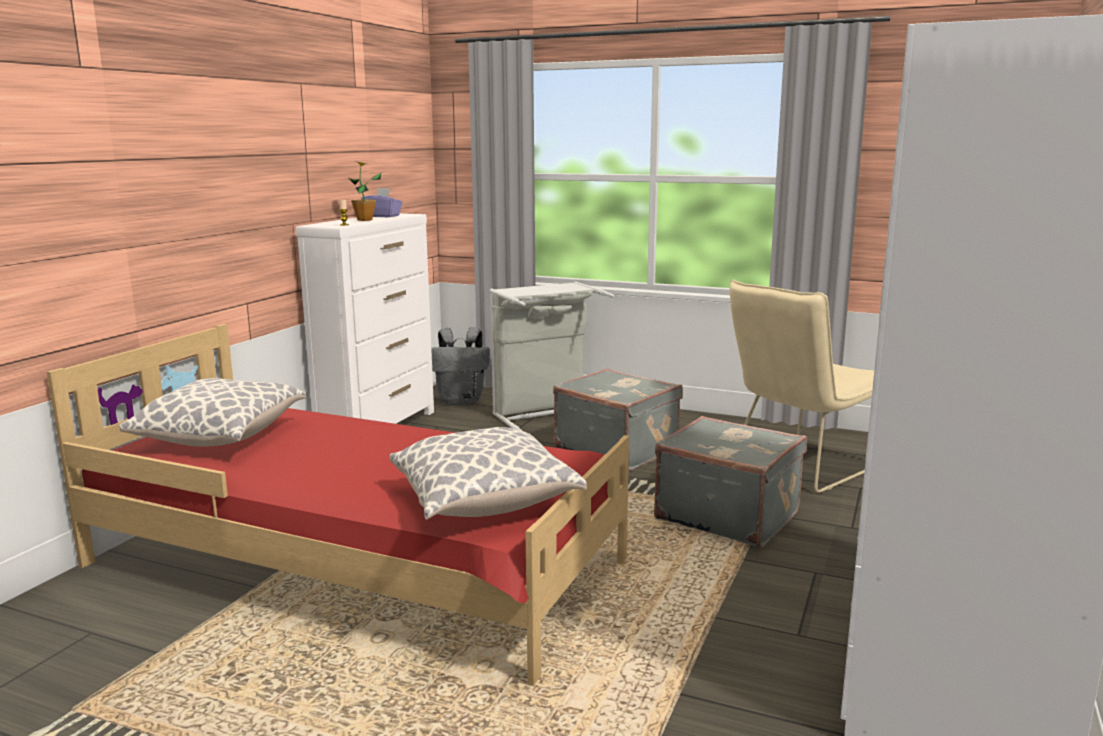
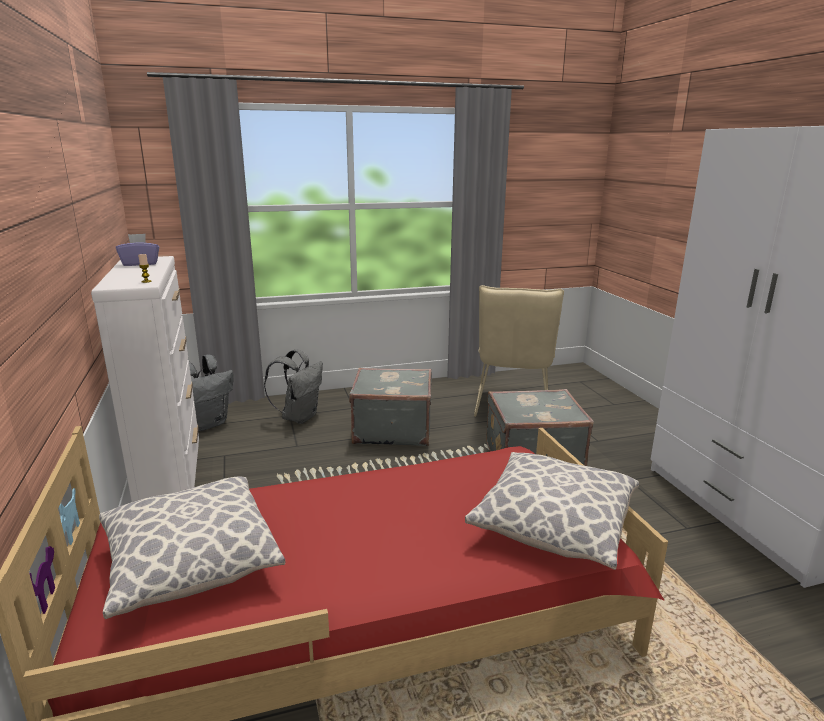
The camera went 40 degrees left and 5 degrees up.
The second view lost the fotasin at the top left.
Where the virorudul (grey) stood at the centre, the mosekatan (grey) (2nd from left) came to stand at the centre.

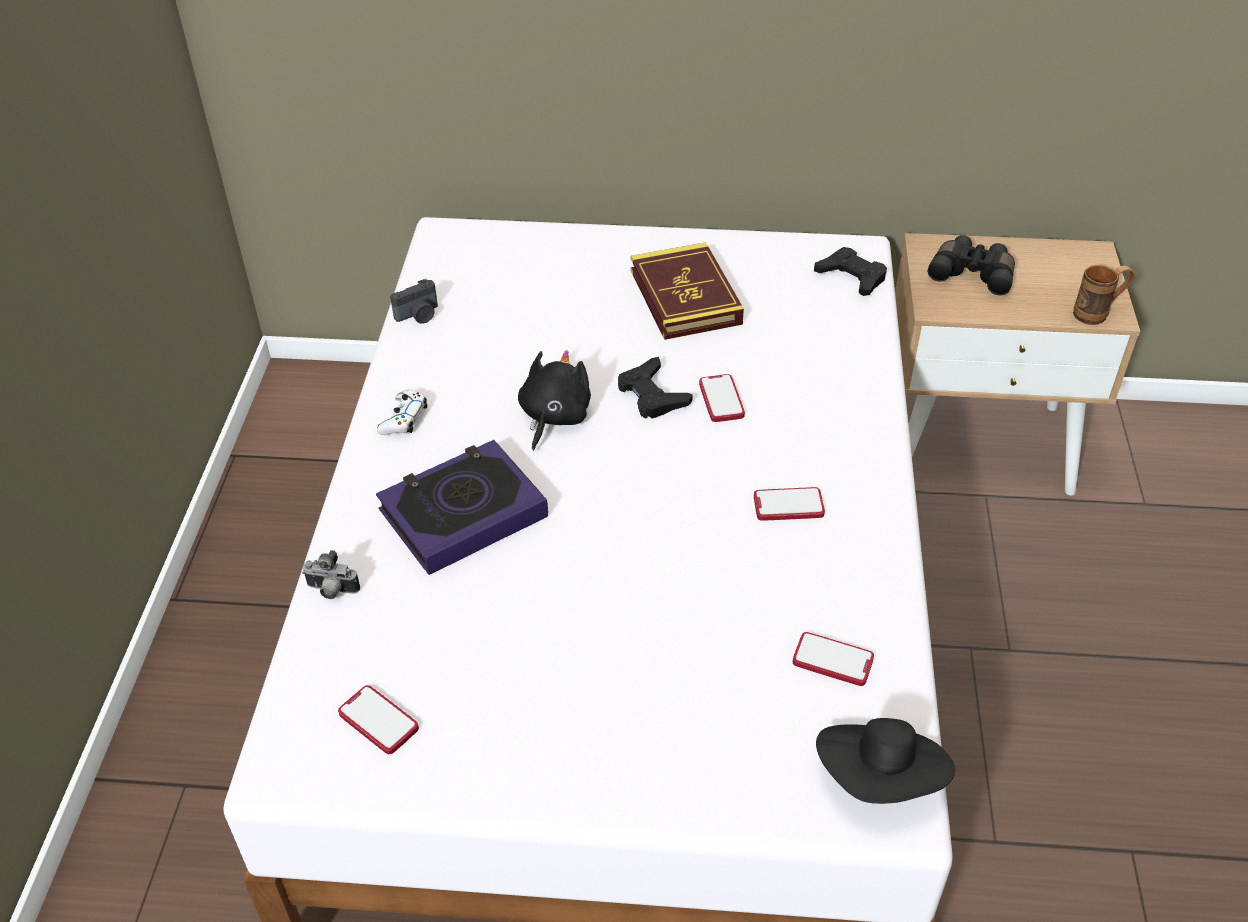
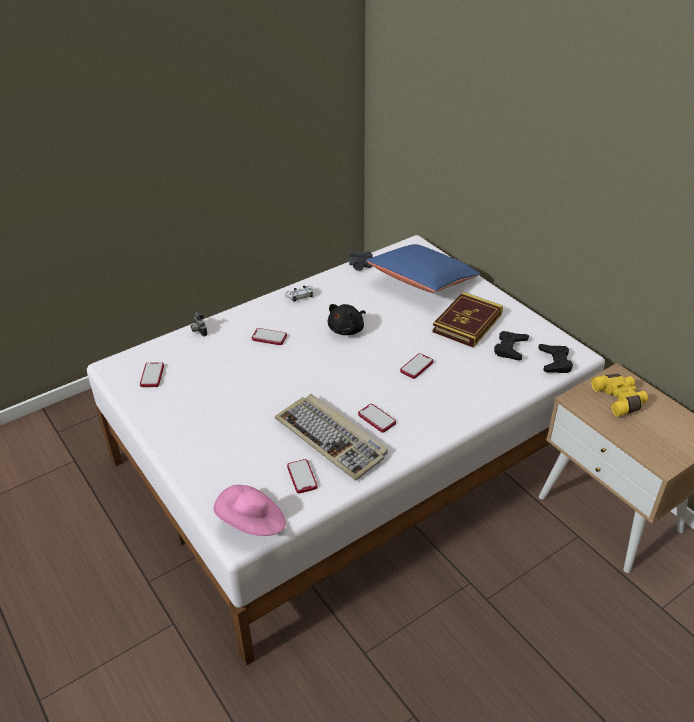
The camera went 50 degrees right and 5 degrees down.
What was the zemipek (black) at the top right turned into the zemipek (yellow) at the middle right.
The second view lost the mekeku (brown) at the top right.
The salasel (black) at the centre ended up facing another way, 150 degrees clockwise from before.
The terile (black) (1st from left) ended up elsewhere, having gone from the centre to the middle right.
Where the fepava (1st from left) stood at the centre, the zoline (2nd from left) came to stand at the centre.
What was the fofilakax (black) at the bottom right turned into the fofilakax (pink) at the bottom centre.
The second view gained the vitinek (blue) at the centre.
The second view gained the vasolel at the centre.

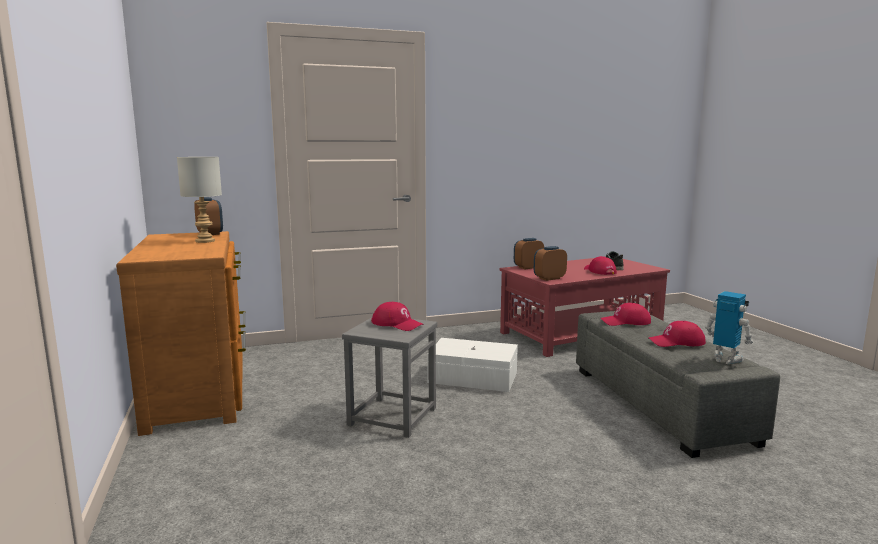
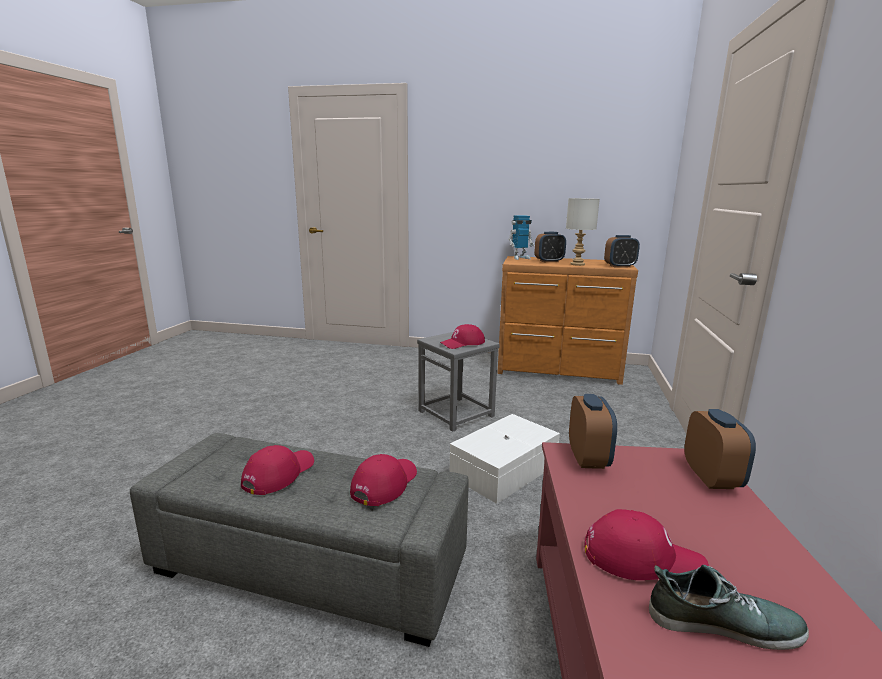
The camera went 120 degrees right and 5 degrees up.
The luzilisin ended up elsewhere, having gone from the middle right to the centre.
The second view gained the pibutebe (1st from left) at the centre.

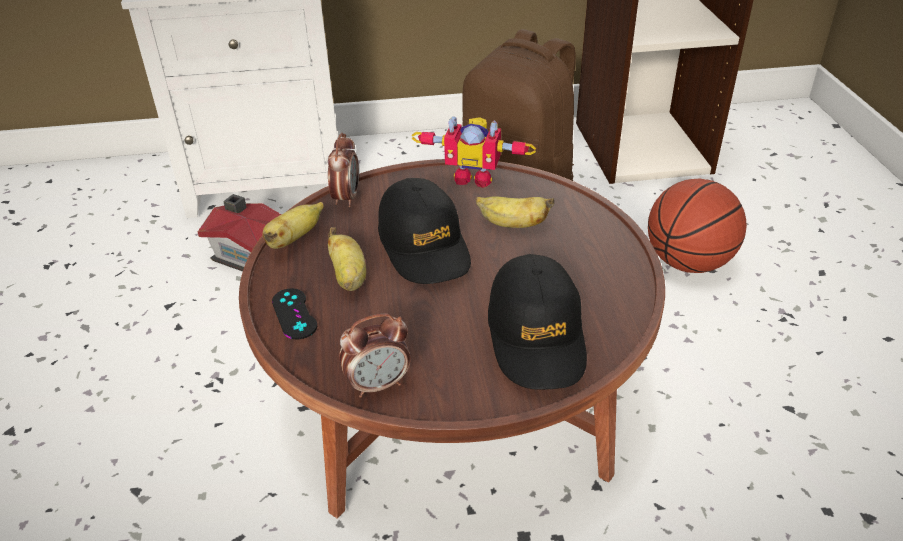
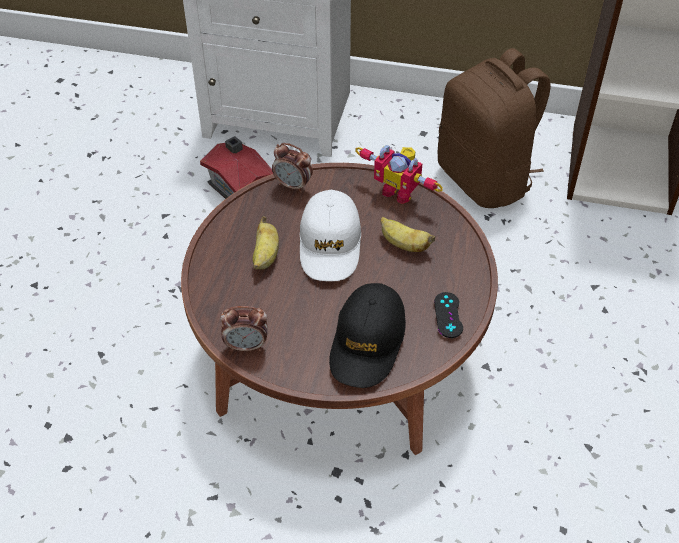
The camera went 20 degrees right and 10 degrees up.
The pibutebe (1st from left in the first image) at the top centre ended up facing another way, 90 degrees clockwise from before.
What was the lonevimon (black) (1st from left) at the centre turned into the lonevimon (white) at the centre.
The second view lost the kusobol at the middle right.
The second view lost the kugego (1st from left) at the middle left.
The terile (black) ended up elsewhere, having gone from the middle left to the centre.

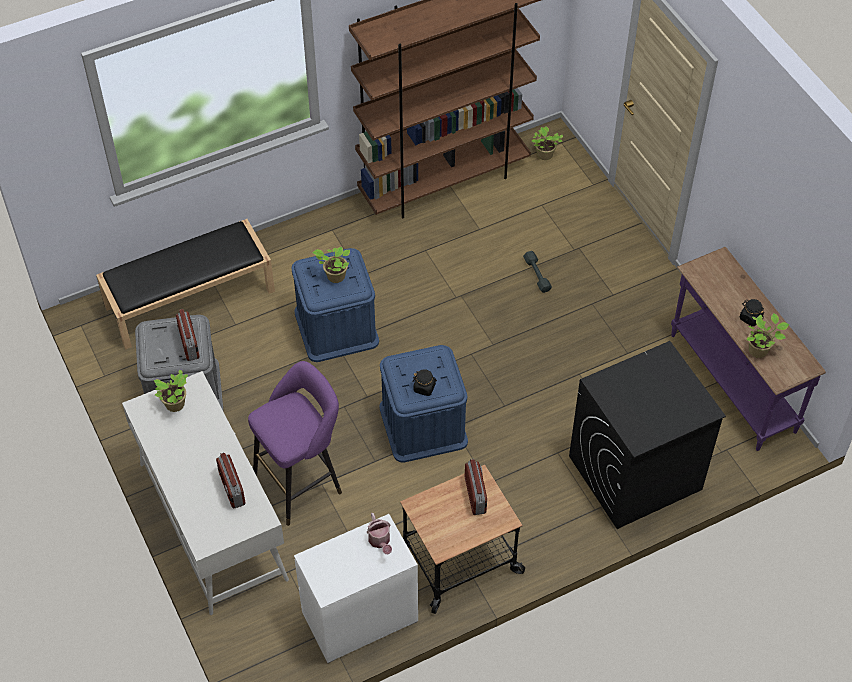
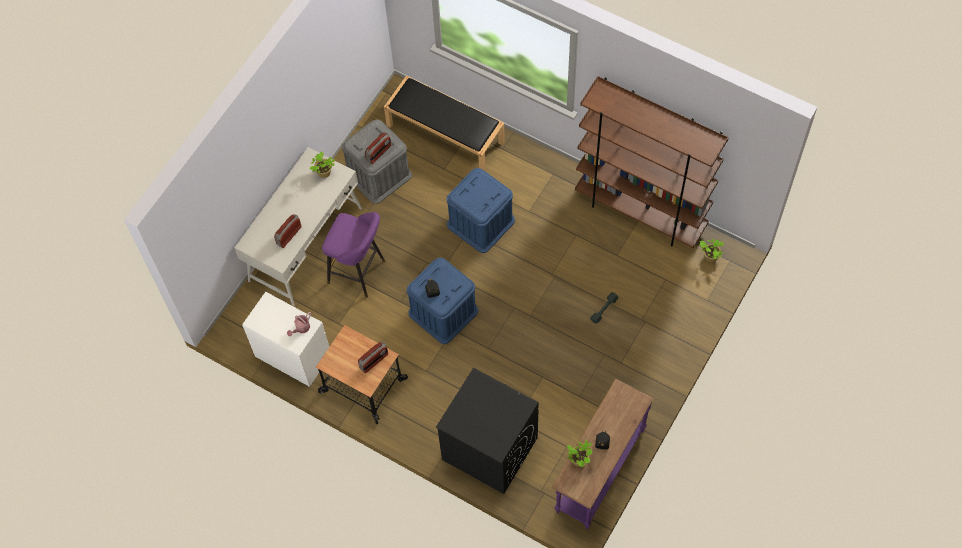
The camera went 60 degrees right and 10 degrees up.
The second view lost the fotasin (2nd from left) at the centre.

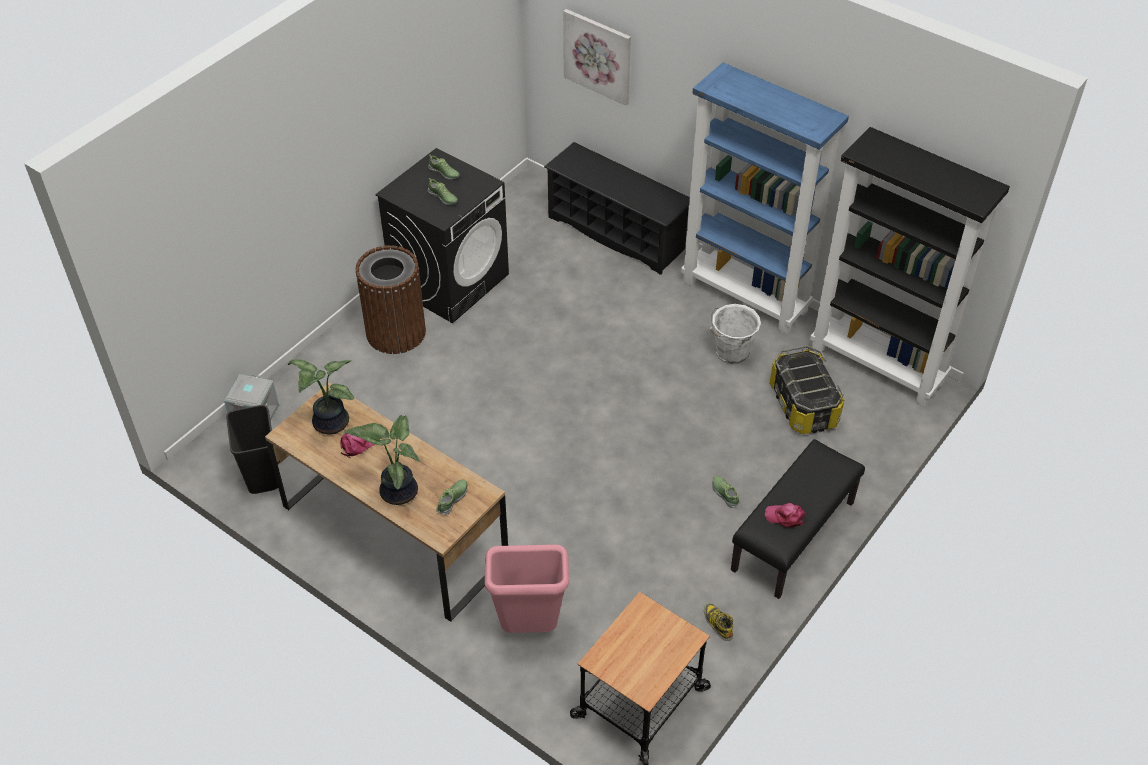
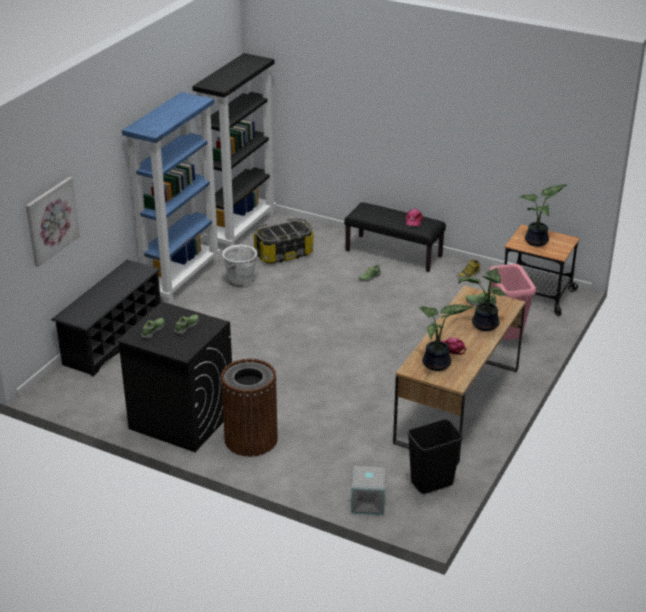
The camera went 100 degrees left and 15 degrees down.
The second view gained the fotasin (3rd from left) at the middle right.

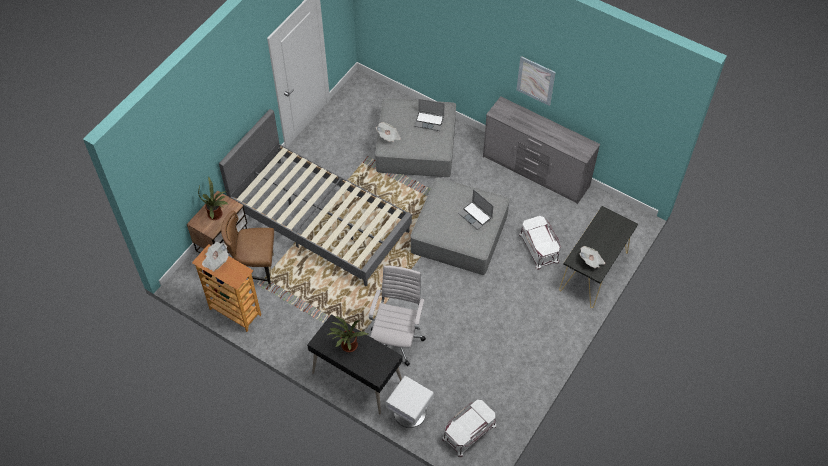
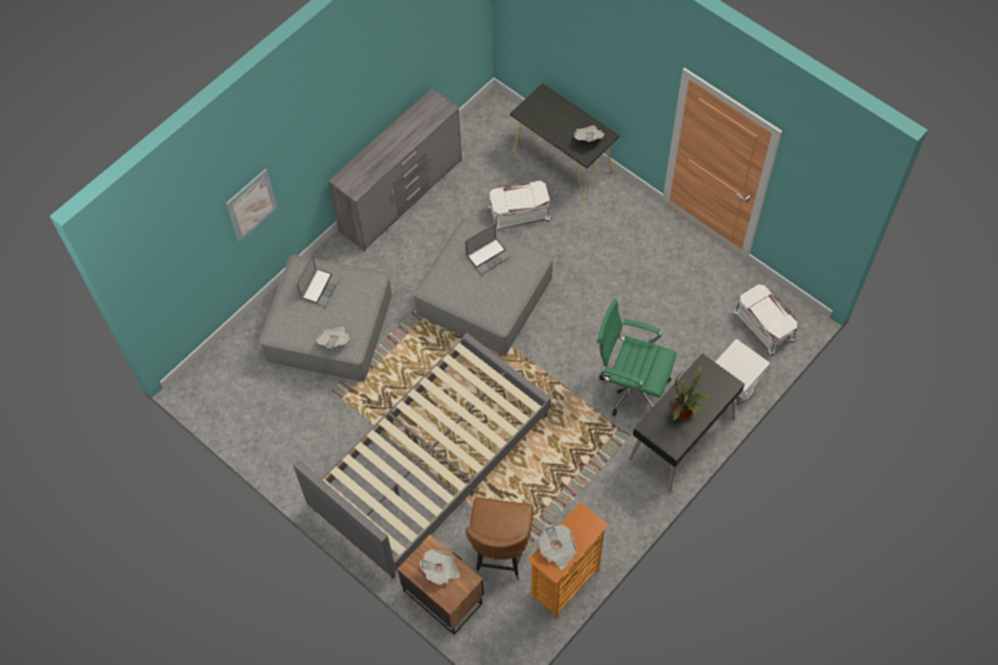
The camera went 80 degrees left and 5 degrees up.
The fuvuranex ended up elsewhere, having gone from the top centre to the top left.
Where the fotasin (1st from left) stood at the middle left, the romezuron (2nd from left) came to stand at the bottom centre.
What was the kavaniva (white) at the bottom centre turned into the kavaniva (green) at the centre.

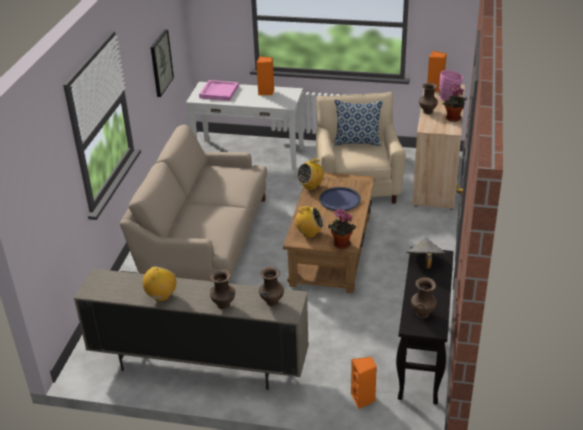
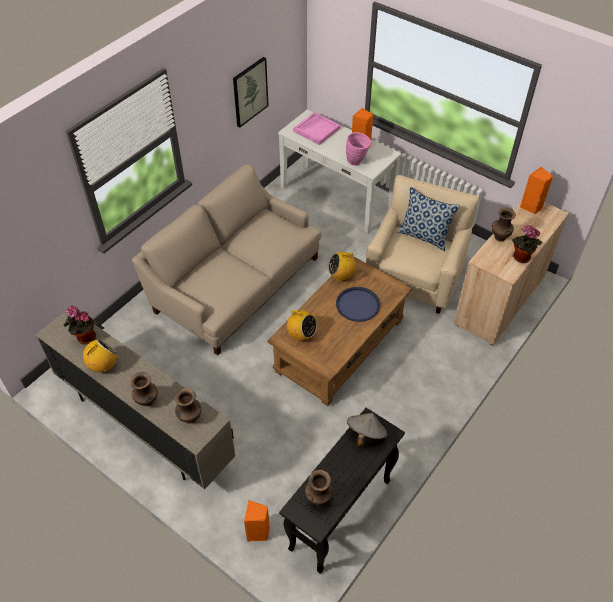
The camera went 25 degrees right and 15 degrees up.
The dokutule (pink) ended up elsewhere, having gone from the top right to the top centre.
The fotasin (1st from left) ended up elsewhere, having gone from the centre to the middle left.

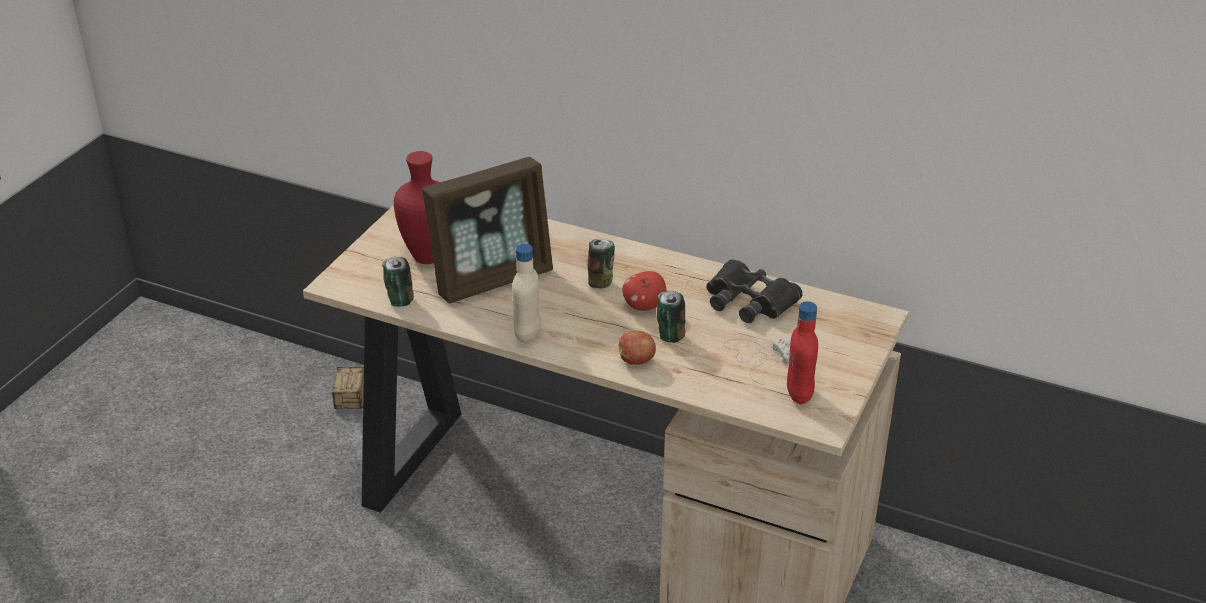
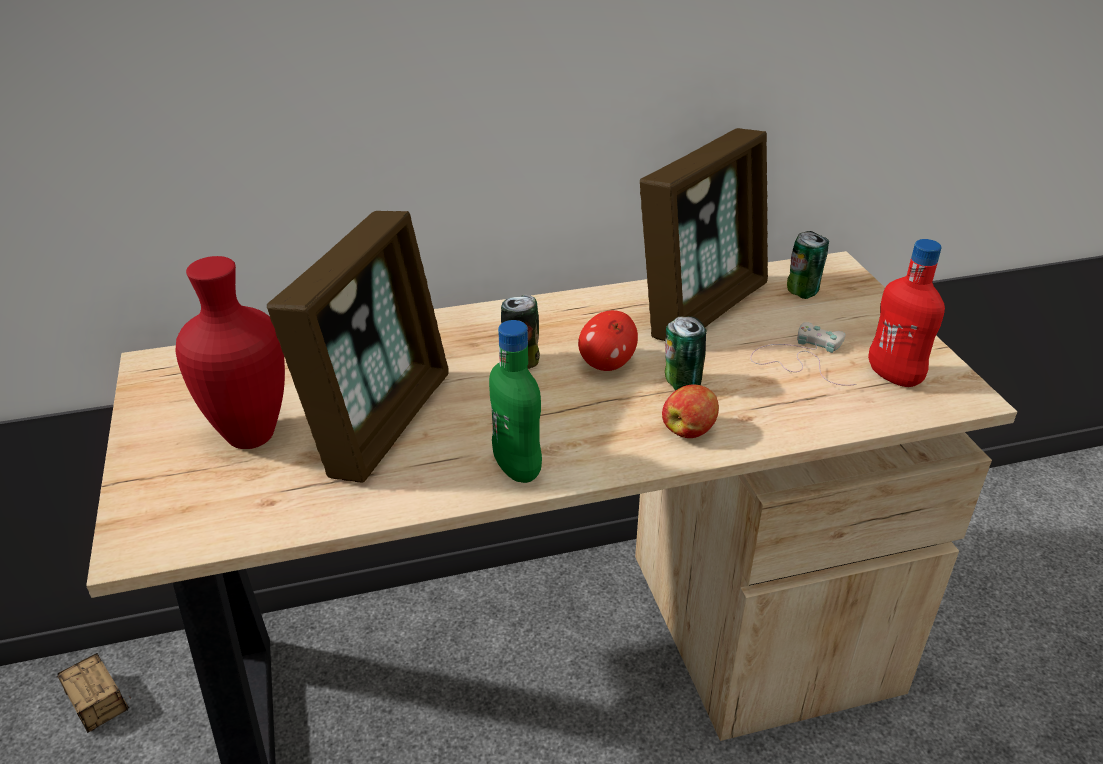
The camera went 40 degrees left and 0 degrees up.
What was the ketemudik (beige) at the centre turned into the ketemudik (green) at the centre.
The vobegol (1st from left in the first image) ended up elsewhere, having gone from the middle left to the middle right.
Where the zemipek (black) stood at the centre, the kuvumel (2nd from left) came to stand at the top centre.

